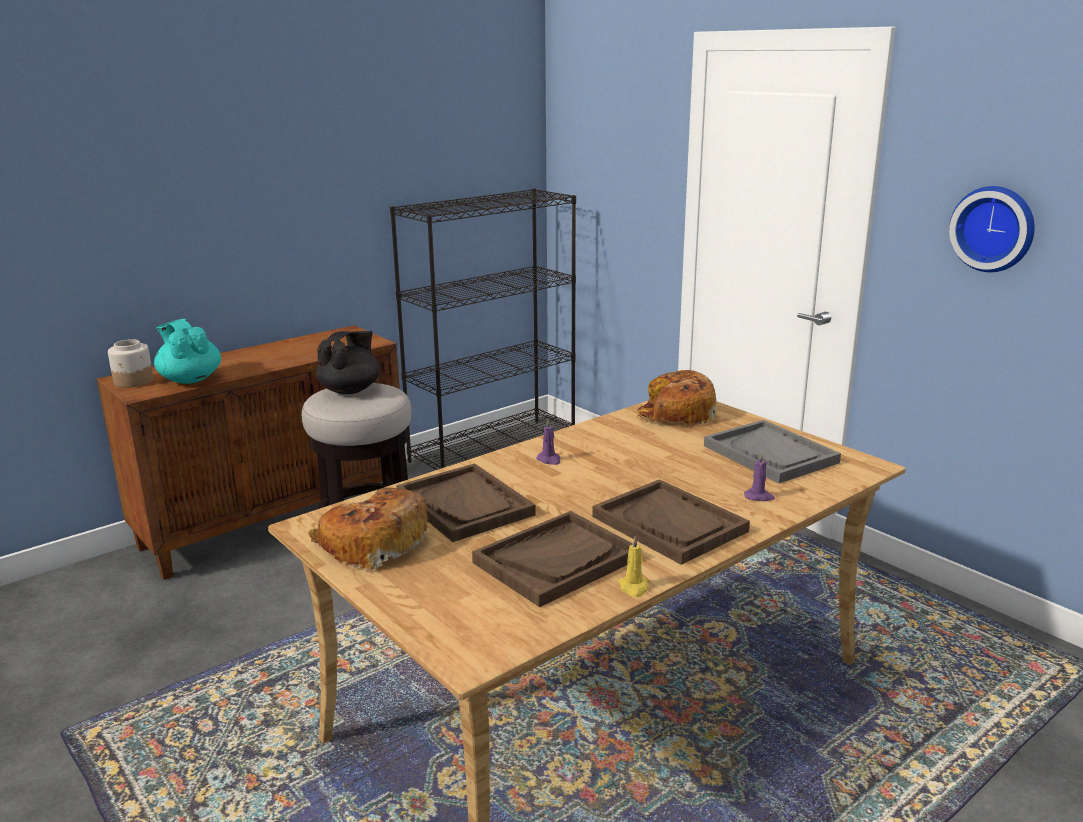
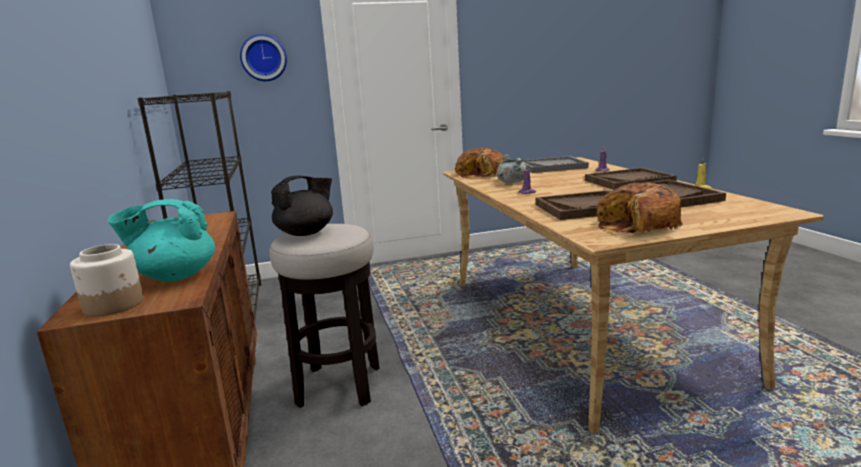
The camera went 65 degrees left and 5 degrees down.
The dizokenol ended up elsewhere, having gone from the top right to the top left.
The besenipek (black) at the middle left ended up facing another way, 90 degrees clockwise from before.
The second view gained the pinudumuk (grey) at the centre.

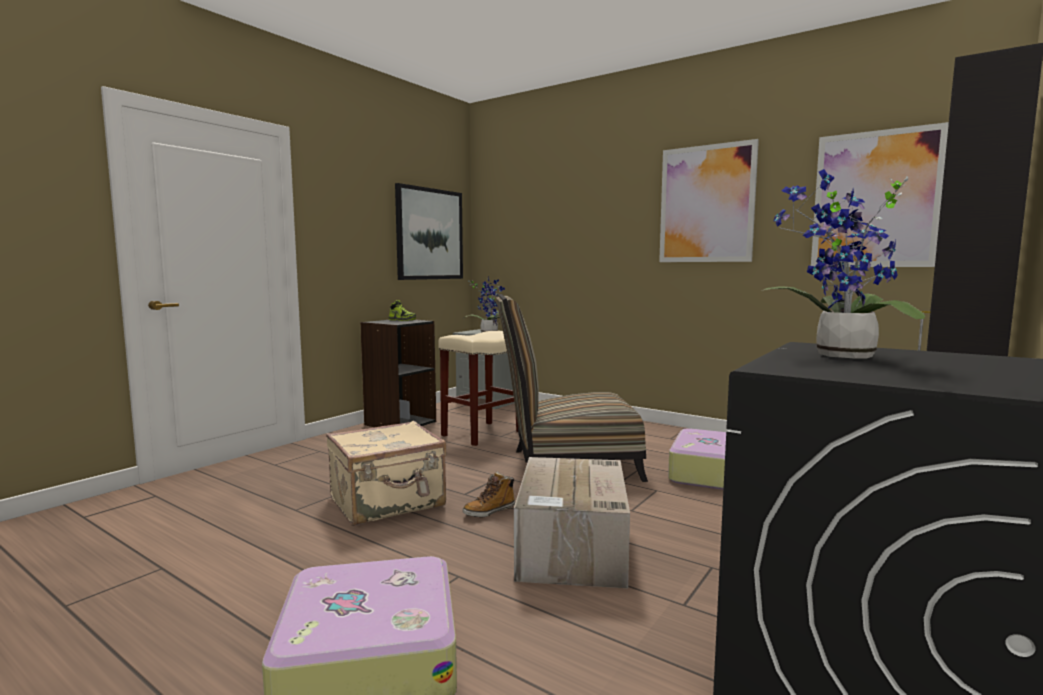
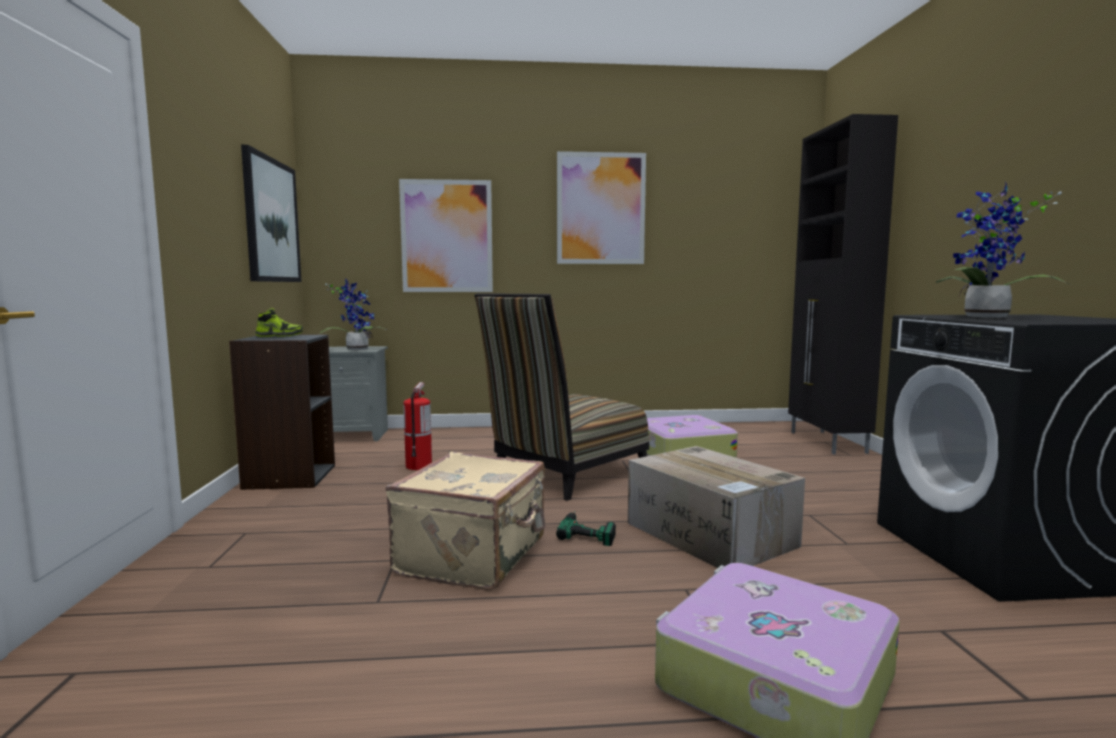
The camera went 40 degrees left and 0 degrees up.
The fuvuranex (3rd from left in the first image) ended up elsewhere, having gone from the top right to the top centre.
Where the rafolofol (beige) stood at the centre, the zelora came to stand at the centre.
Where the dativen stood at the bottom centre, the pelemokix came to stand at the bottom centre.

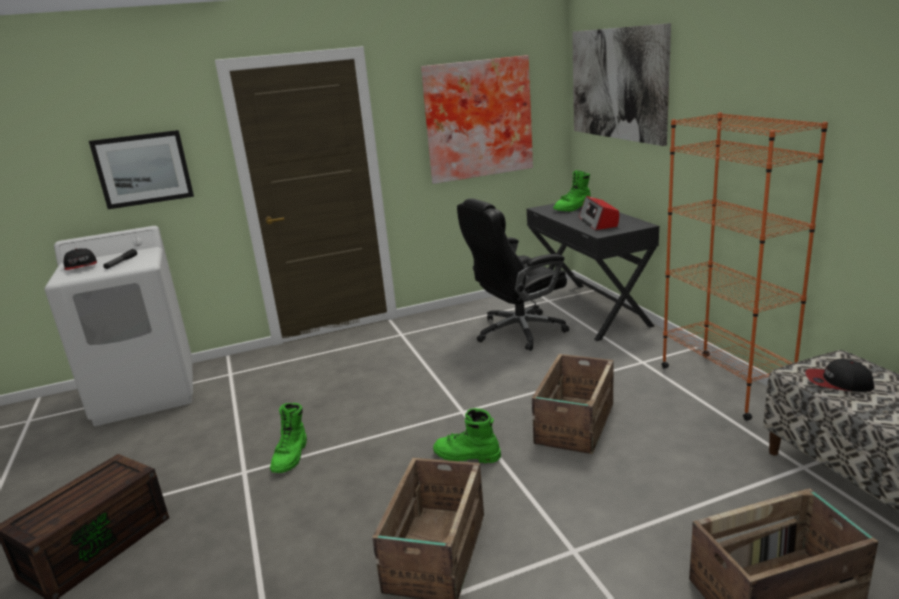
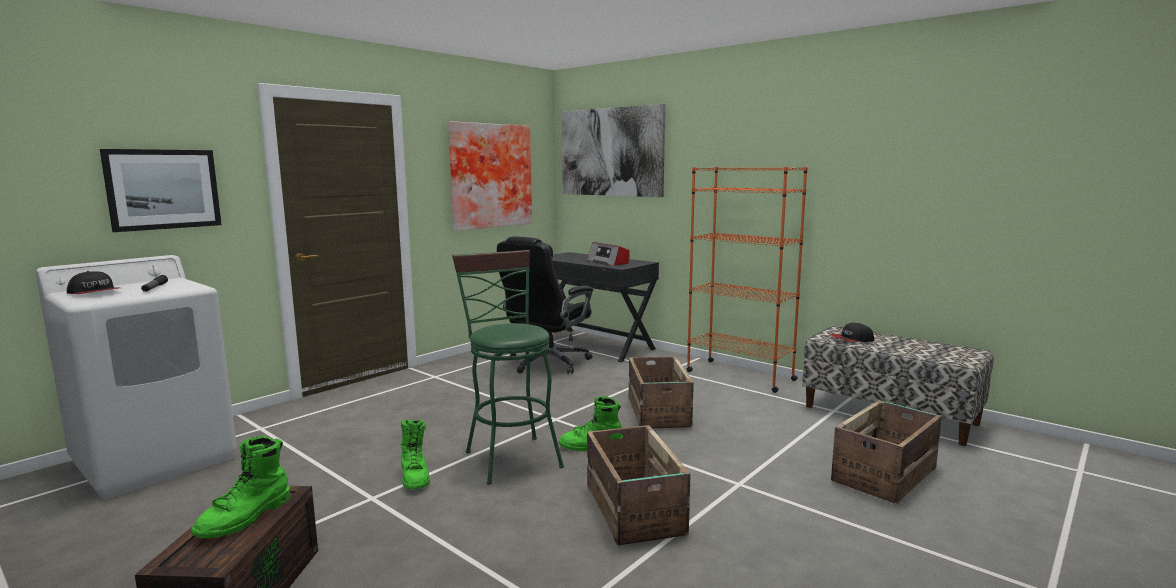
The camera went 30 degrees left and 10 degrees down.
The dativen (green) (3rd from left in the first image) ended up elsewhere, having gone from the top centre to the bottom left.
The second view gained the rafolofol (green) at the centre.

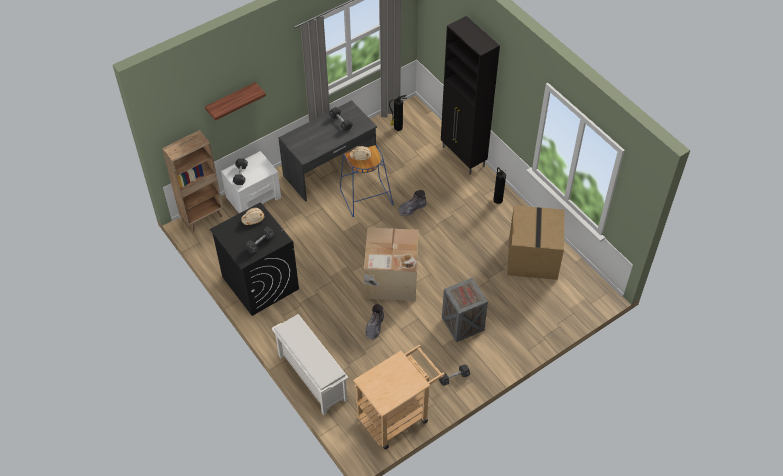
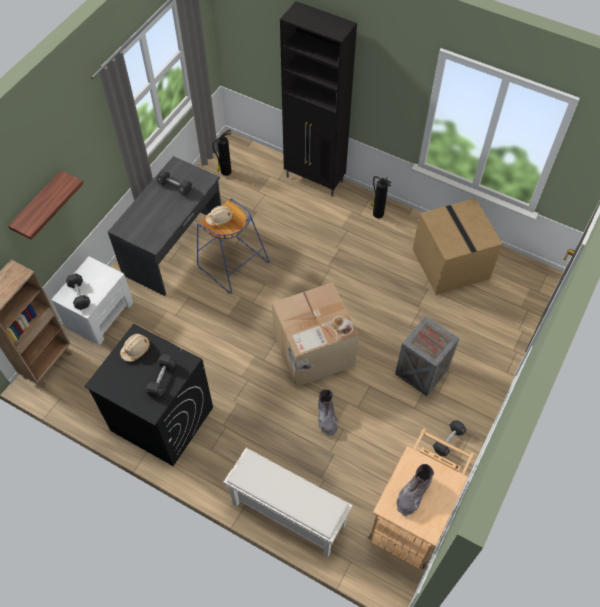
The camera went 25 degrees left and 5 degrees up.
The dativen (grey) (2nd from left) ended up elsewhere, having gone from the centre to the bottom right.

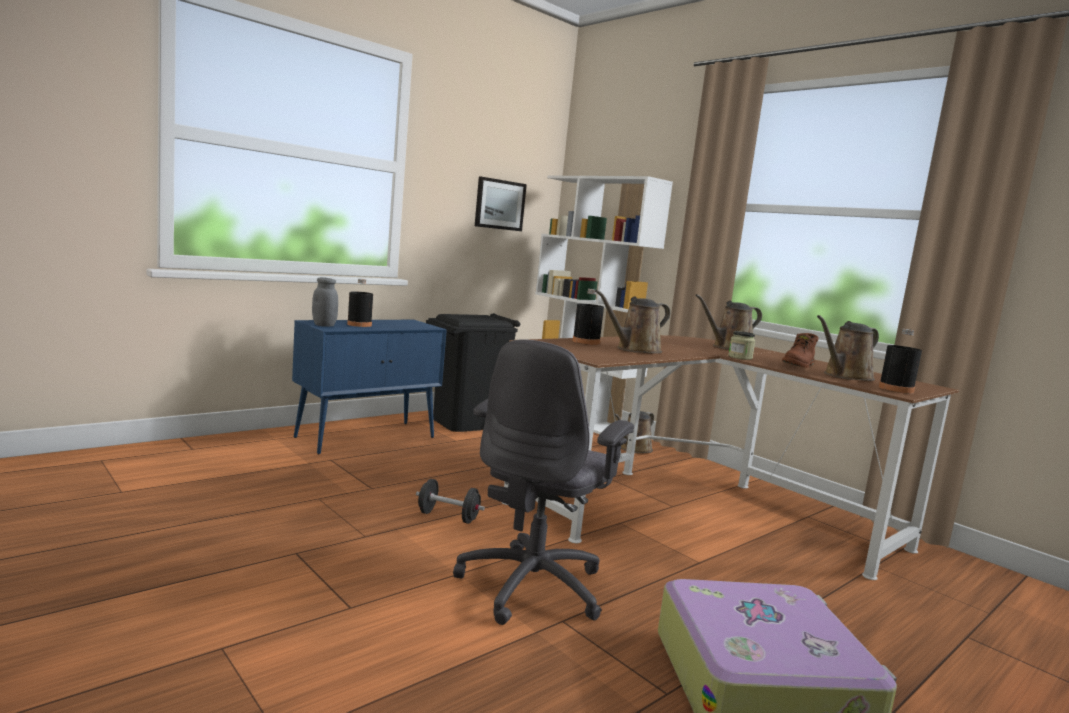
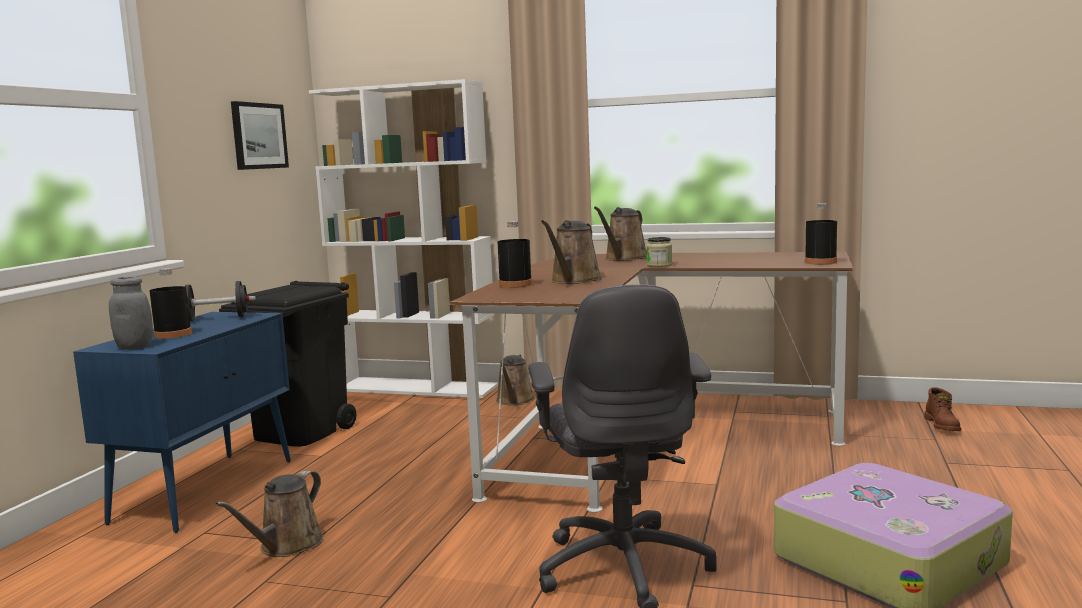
The camera went 30 degrees left and 0 degrees up.
The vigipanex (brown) (4th from left in the first image) ended up elsewhere, having gone from the middle right to the bottom left.
The dativen (brown) ended up elsewhere, having gone from the middle right to the bottom right.
The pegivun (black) ended up elsewhere, having gone from the bottom centre to the middle left.

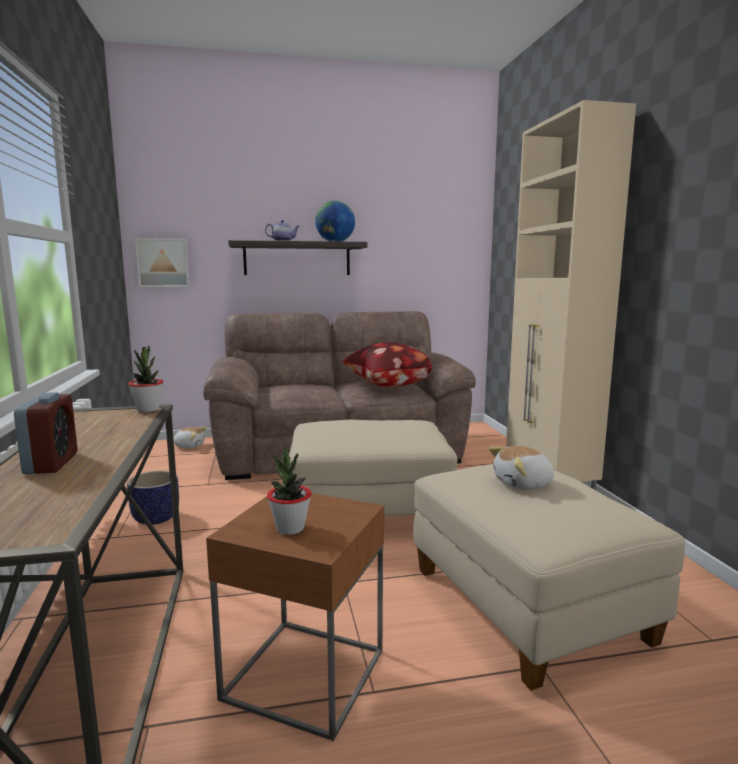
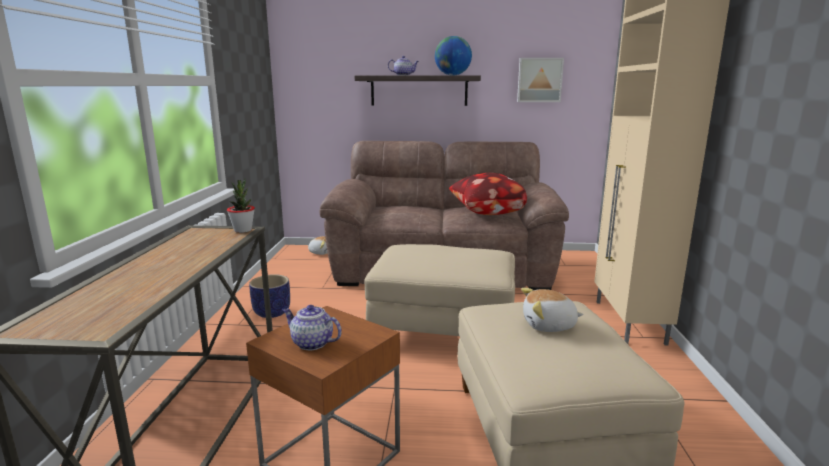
The camera went 15 degrees right and 5 degrees up.
The fuvuranex ended up elsewhere, having gone from the middle left to the top centre.
The second view lost the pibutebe at the middle left.
Where the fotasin (2nd from left) stood at the centre, the besenipek (1st from left) came to stand at the bottom centre.

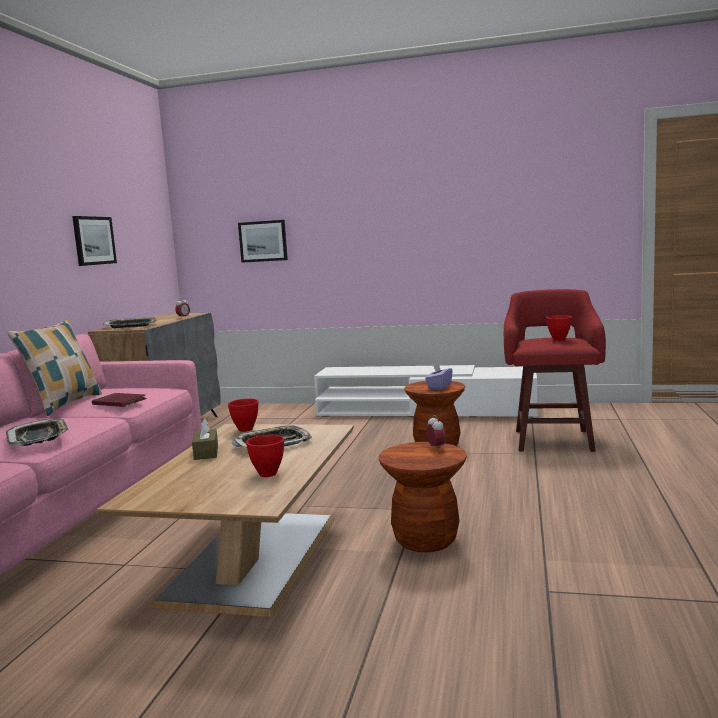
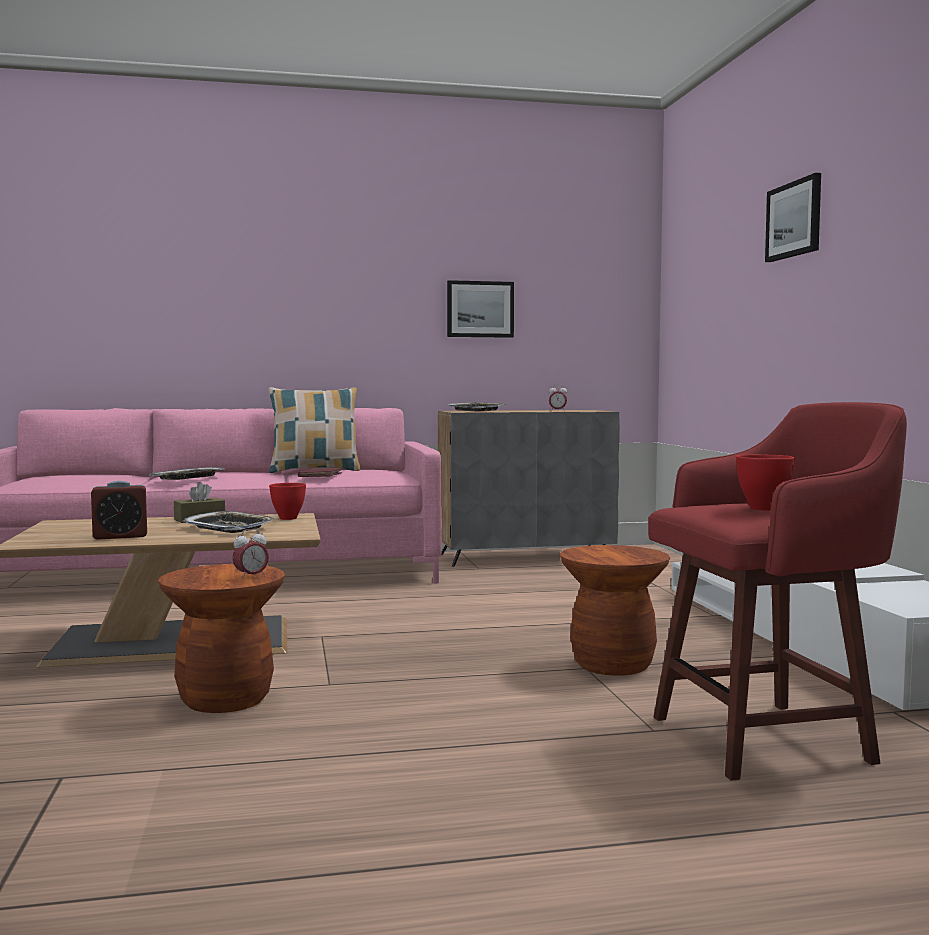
The camera went 65 degrees right and 5 degrees down.
The fuvuranex (2nd from left) ended up elsewhere, having gone from the centre to the top right.
The second view lost the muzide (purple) at the centre.
Where the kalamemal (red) (2nd from left) stood at the centre, the pibutebe (1st from left) came to stand at the middle left.

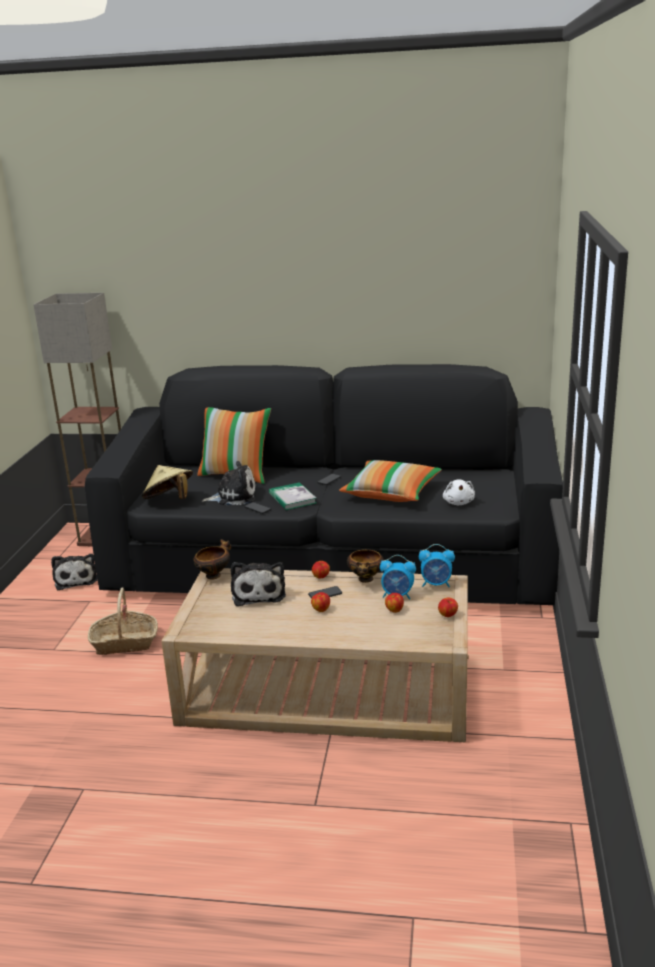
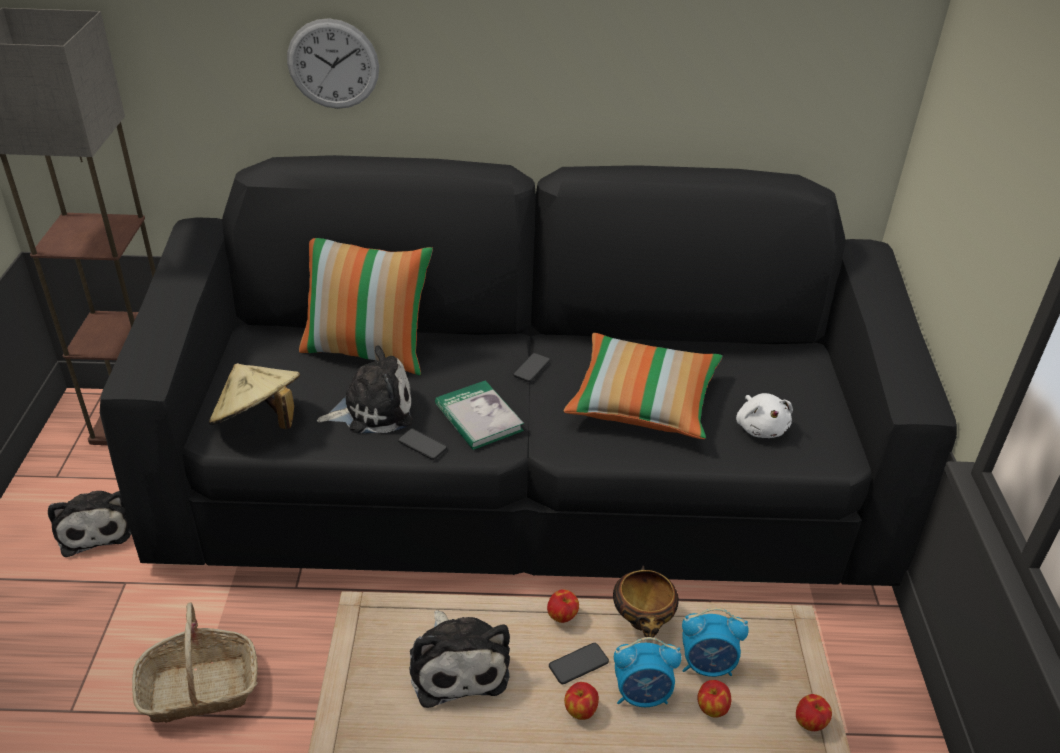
The camera went 10 degrees left and 15 degrees up.
The second view lost the kalamemal (1st from left) at the middle left.
The pibutebe (2nd from left in the first image) ended up elsewhere, having gone from the middle right to the bottom centre.
The second view gained the dizokenol at the top left.

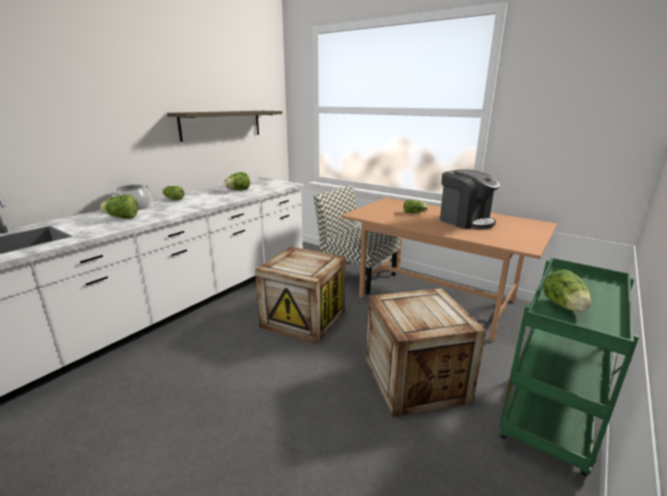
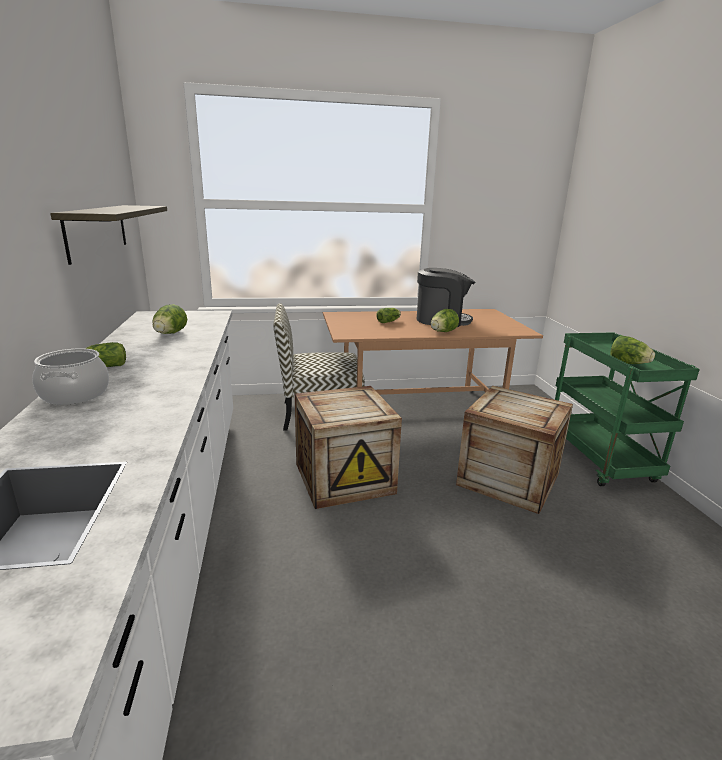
The camera went 45 degrees left and 0 degrees up.
The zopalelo (1st from left in the first image) ended up elsewhere, having gone from the middle left to the centre.

